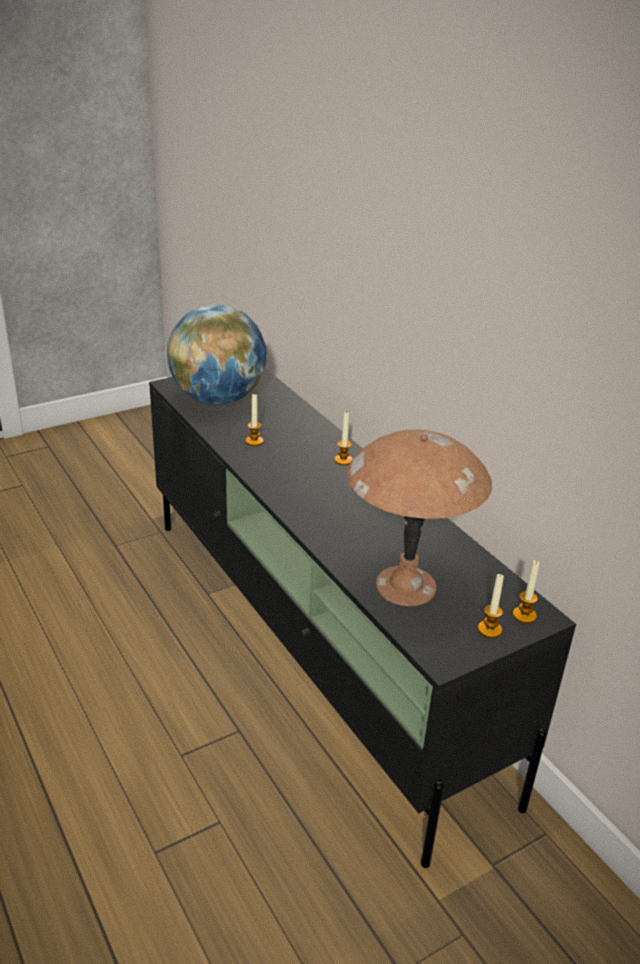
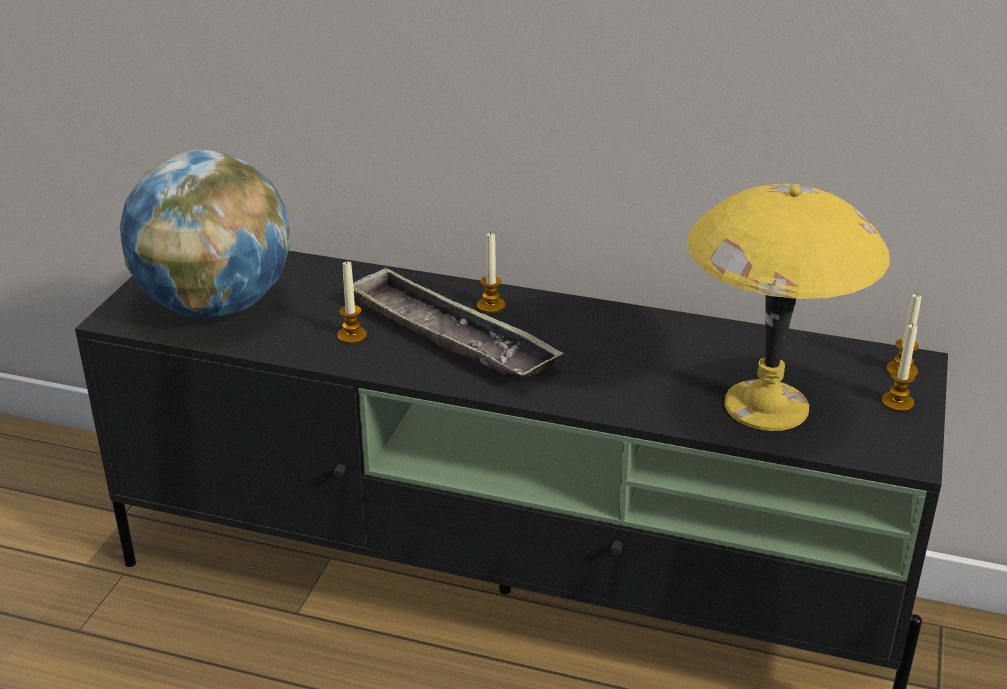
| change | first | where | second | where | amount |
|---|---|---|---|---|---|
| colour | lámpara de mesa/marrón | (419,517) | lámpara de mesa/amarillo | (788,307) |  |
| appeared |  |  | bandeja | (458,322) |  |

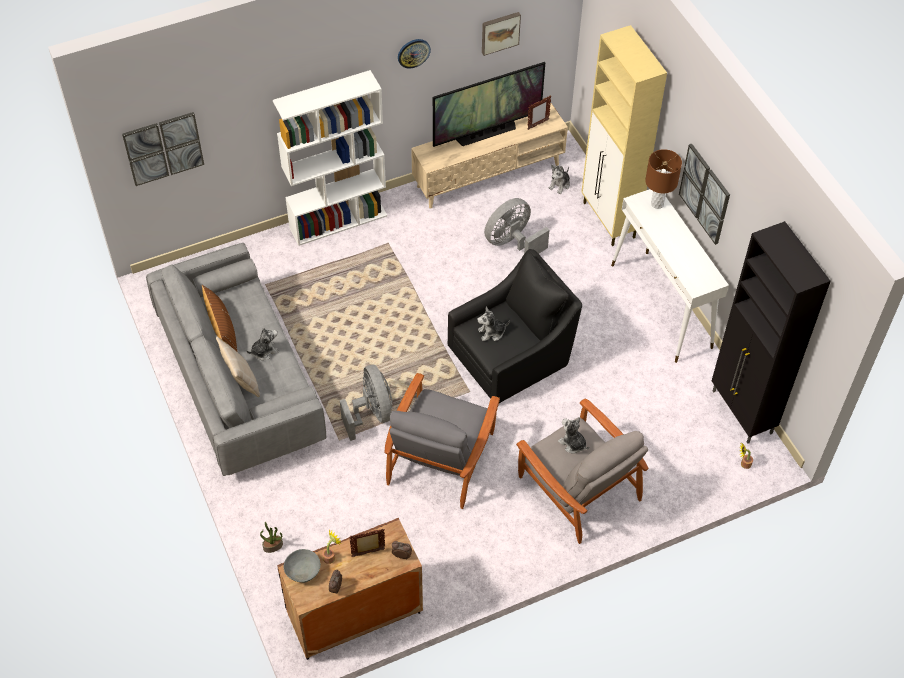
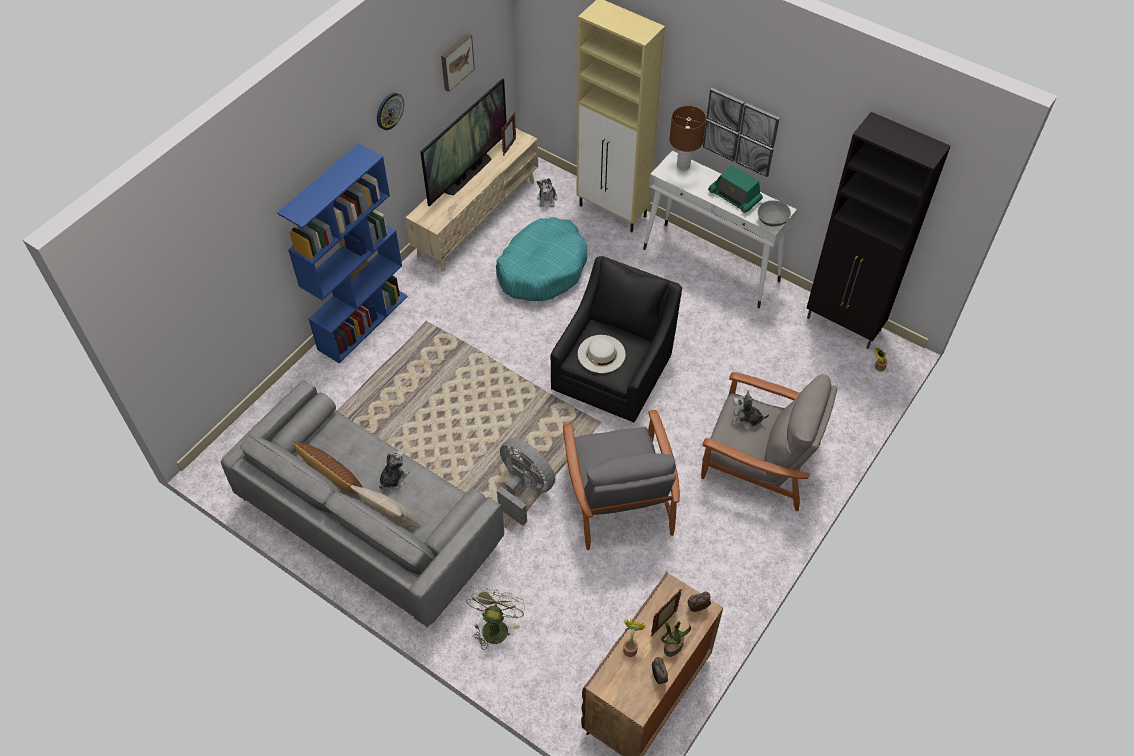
| change | first | where | second | where | amount |
|---|---|---|---|---|---|
| missing | cuadro | (163,149) |  |  |  |
| relocated | planta en maceta | (271,537) |  | (676,639) |  |
| colour | estantería/blanco | (330,158) | estantería/azul | (342,253) |  |
| relocated | cuenco/gris | (302,566) |  | (774,213) |  |
| exchanged | peluche | (493,324) | sombrero/blanco | (601,354) |  |
| exchanged | ventilador/gris | (517,226) | cama para perro/turquesa | (541,259) |  |
| appeared |  |  | ventilador/verde | (495,618) |  |
| appeared |  |  | radio | (735,189) |  |

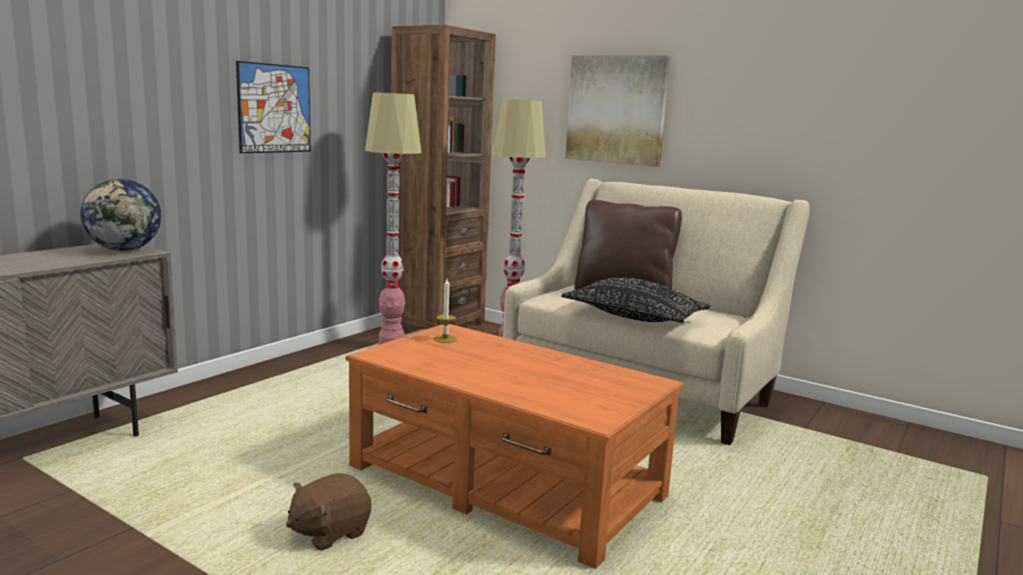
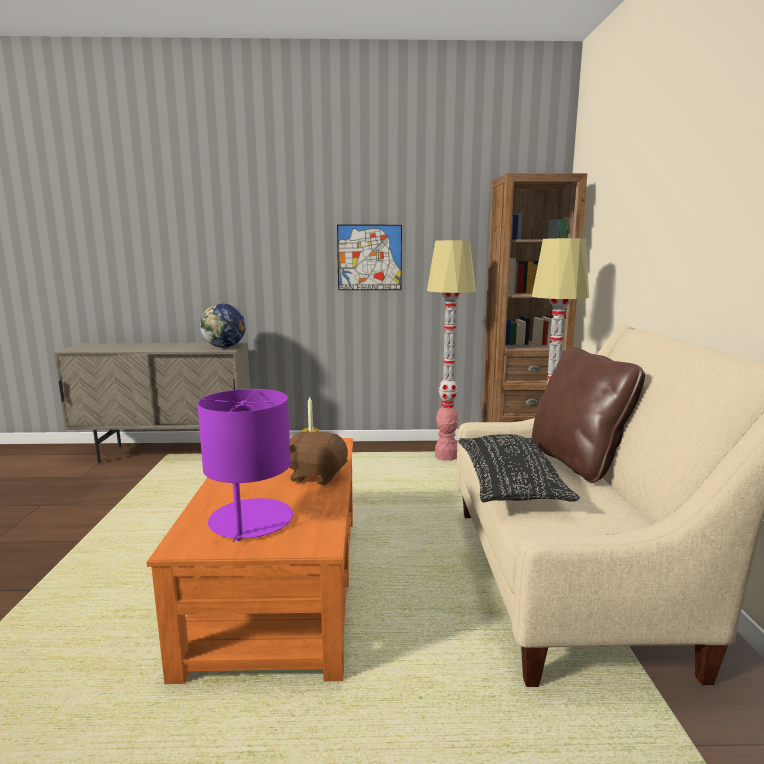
| change | first | where | second | where | amount |
|---|---|---|---|---|---|
| relocated | peluche/marrón | (328,512) |  | (318,457) |  |
| missing | cuadro | (617,111) |  |  |  |
| appeared |  |  | lámpara de mesa/morado | (245,465) |  |

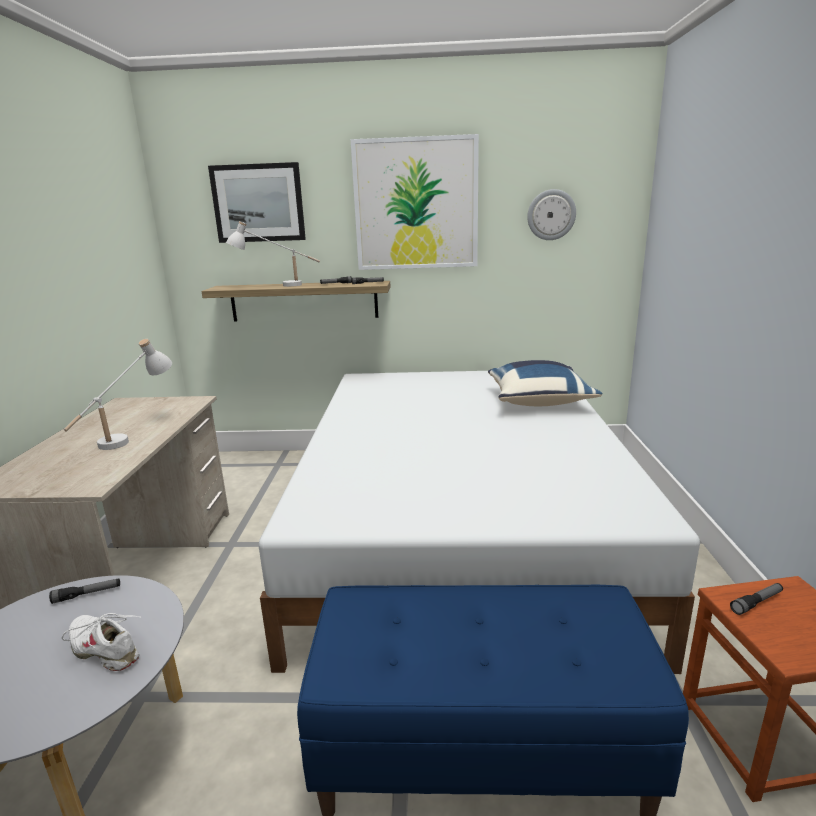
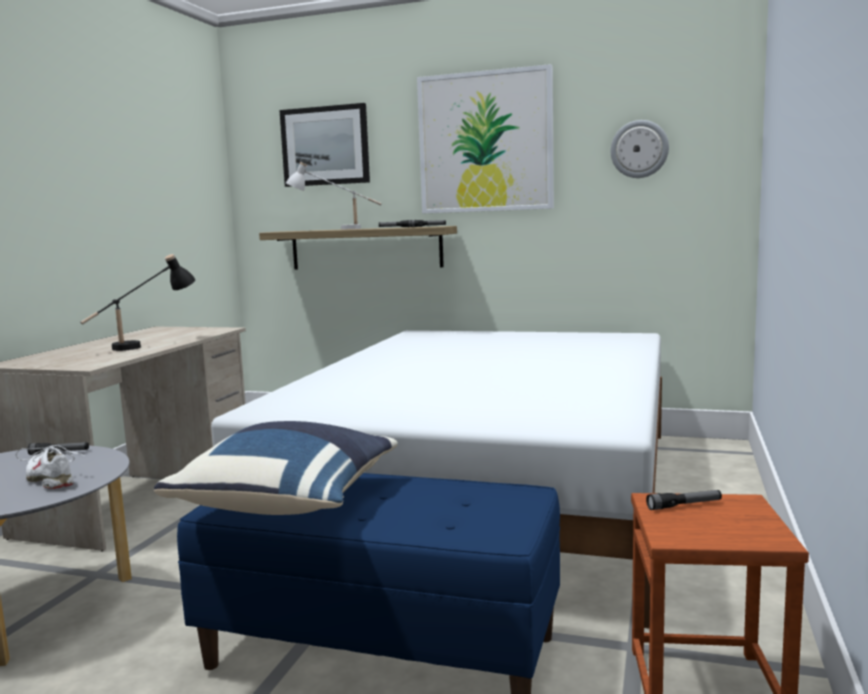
| change | first | where | second | where | amount |
|---|---|---|---|---|---|
| colour | lámpara de mesa/blanco | (118,394) | lámpara de mesa/negro | (137,302) |  |
| relocated | cojín/azul | (545,383) |  | (276,468) |  |

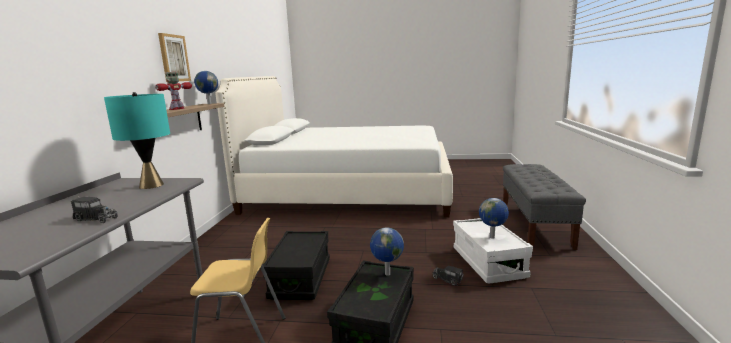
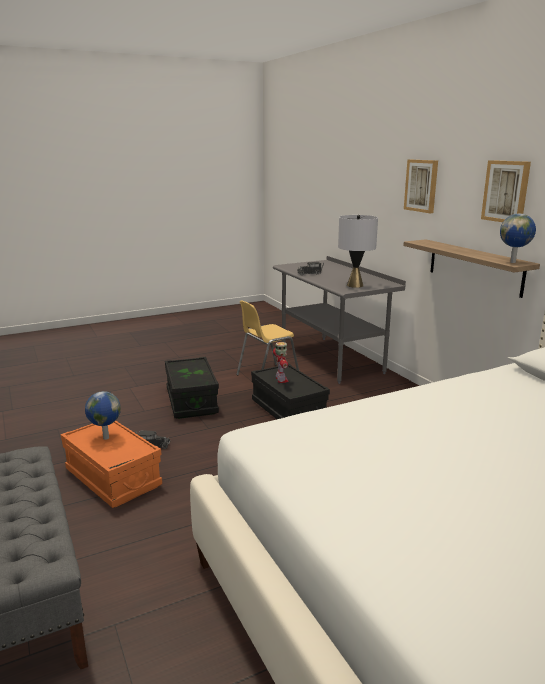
| change | first | where | second | where | amount |
|---|---|---|---|---|---|
| colour | lámpara de mesa/turquesa | (137,140) | lámpara de mesa/gris | (358,251) |  |
| relocated | robot de juguete | (173,91) |  | (281,362) |  |
| missing | globo terráqueo | (387,251) |  |  |  |
| colour | caja de almacenaje/blanco | (493,251) | caja de almacenaje/naranja | (111,464) |  |
| appeared |  |  | cuadro | (421,186) |  |

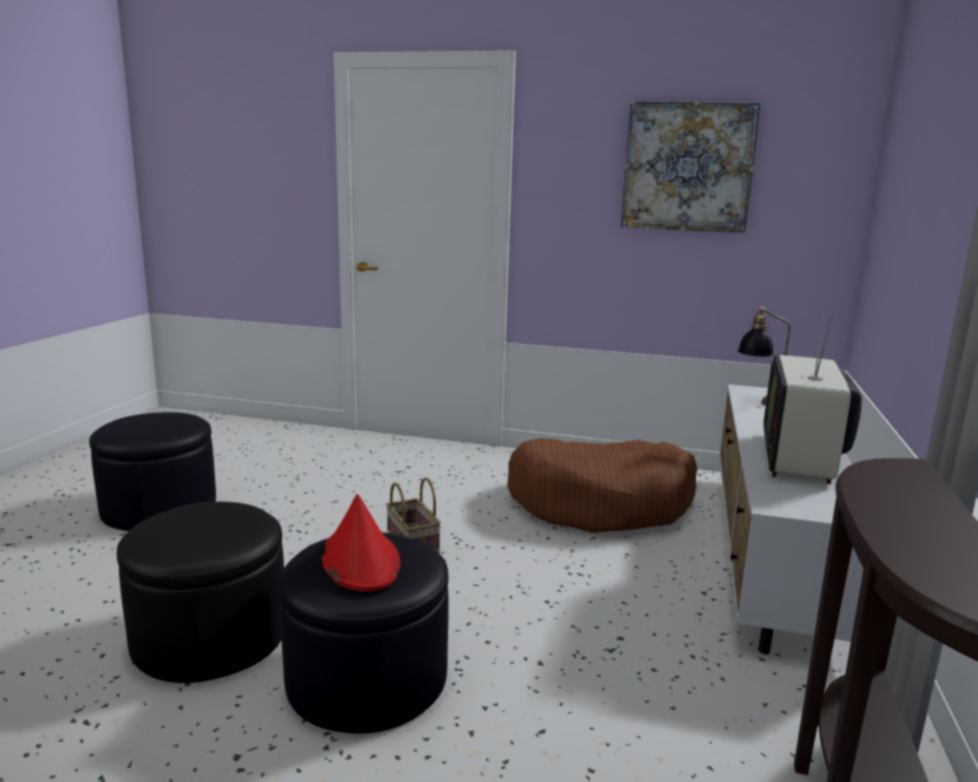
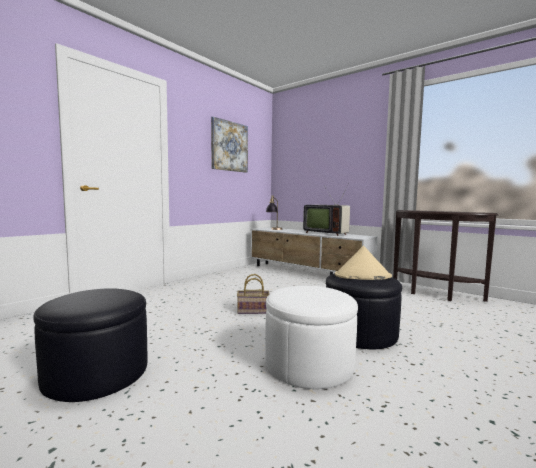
| change | first | where | second | where | amount |
|---|---|---|---|---|---|
| colour | puf/negro | (200,592) | puf/blanco | (311,337) |  |
| colour | sombrero/rojo | (361,543) | sombrero/beis | (363,263) |  |
| missing | cama para perro/marrón | (602,485) |  |  |  |

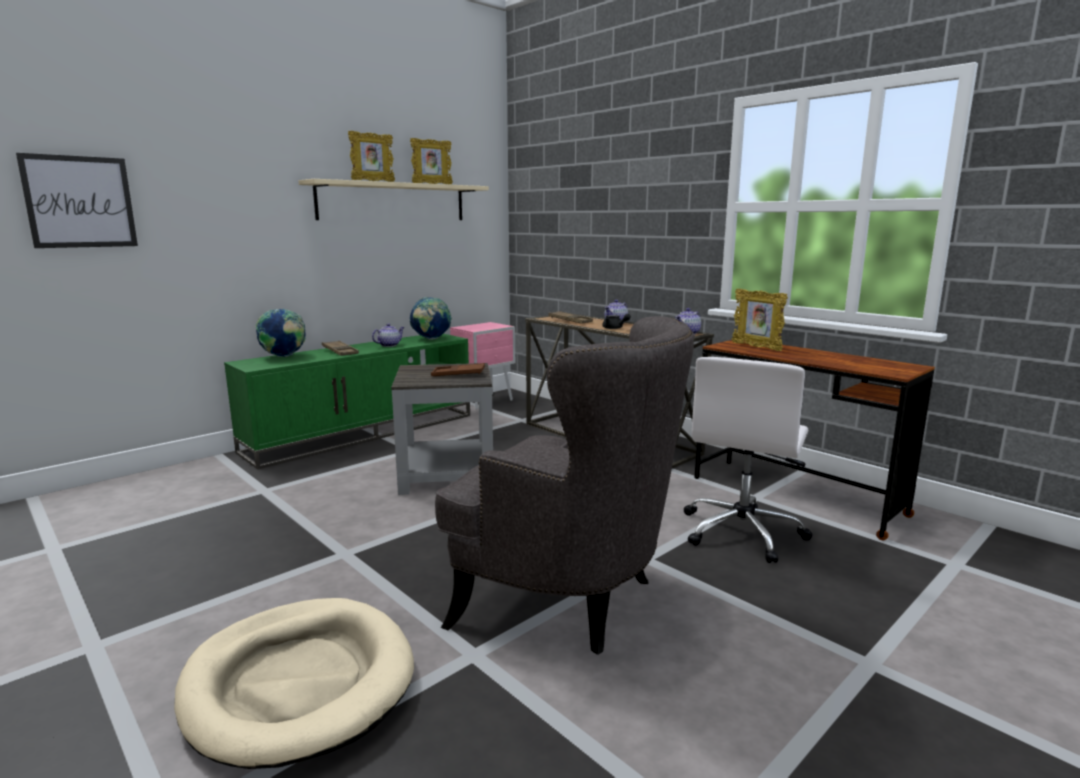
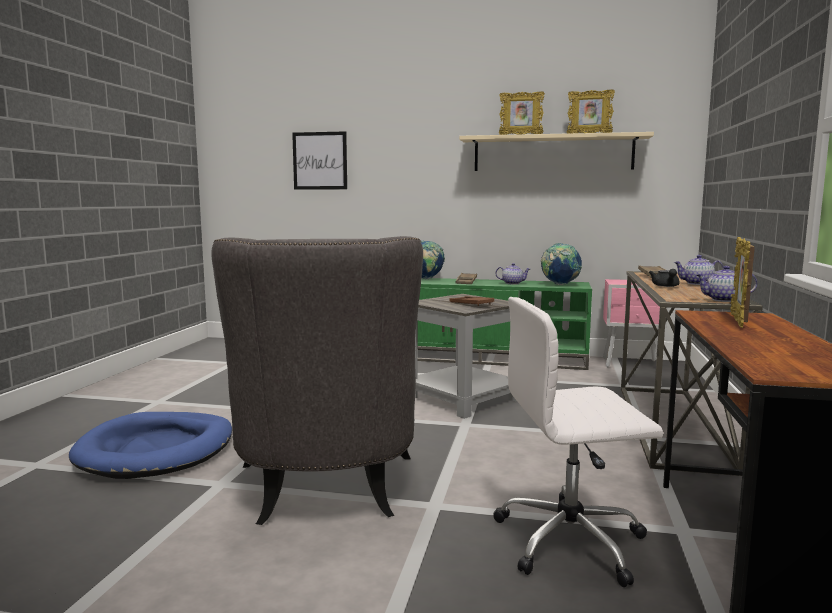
| change | first | where | second | where | amount |
|---|---|---|---|---|---|
| colour | cama para perro/beis | (294,683) | cama para perro/azul | (150,445) |  |

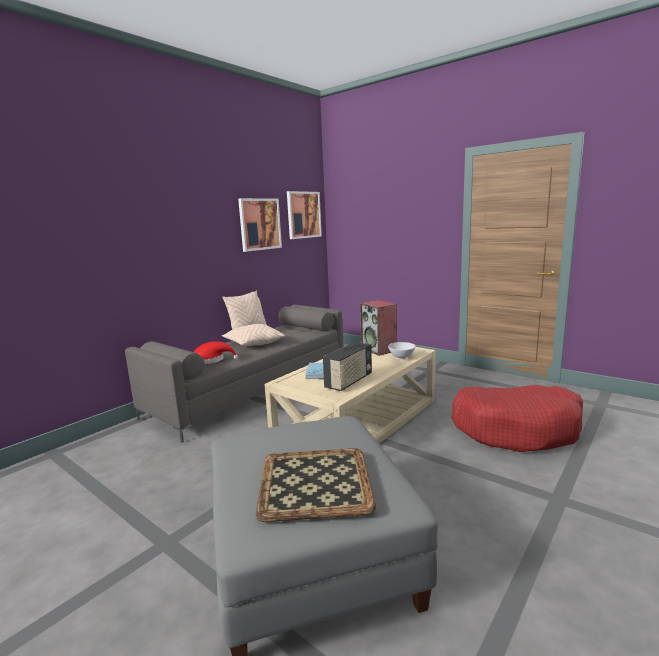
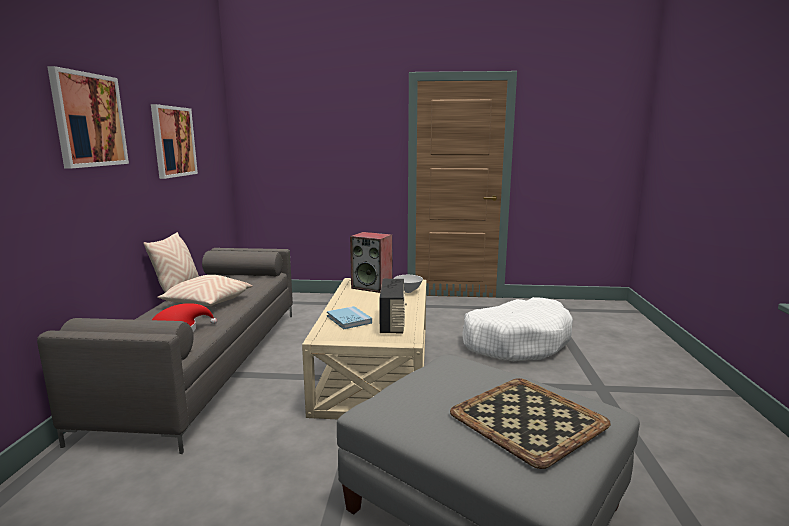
| change | first | where | second | where | amount |
|---|---|---|---|---|---|
| relocated | cuadro | (304,215) |  | (88,117) |  |
| colour | cama para perro/rojo | (517,418) | cama para perro/blanco | (517,329) |  |

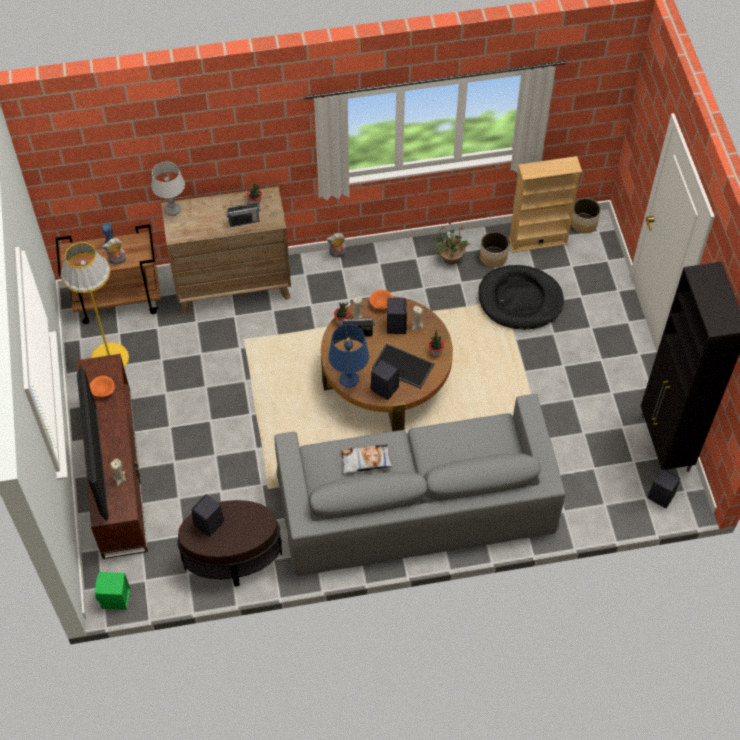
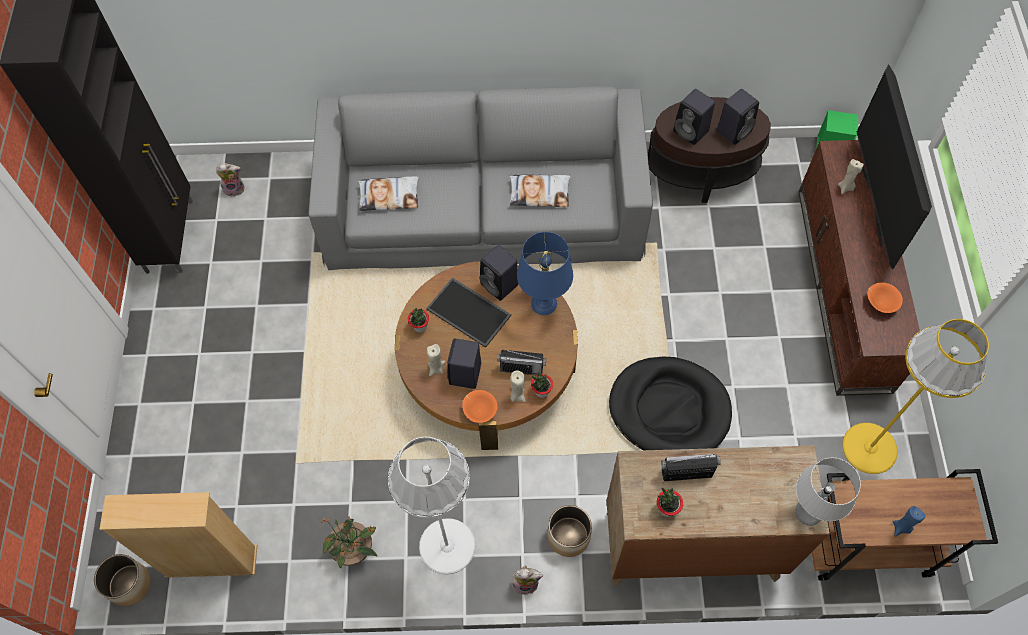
| change | first | where | second | where | amount |
|---|---|---|---|---|---|
| relocated | peluche | (114,251) |  | (230,180) |  |
| relocated | cama para perro/negro | (521,297) |  | (670,403) |  |
| relocated | maceta | (494,250) |  | (569,531) |  |
| relocated | altavoz/negro | (663,488) |  | (694,117) |  |
| appeared |  |  | cojín | (388,193) |  |
| appeared |  |  | lámpara de pie/blanco | (431,505) |  |

